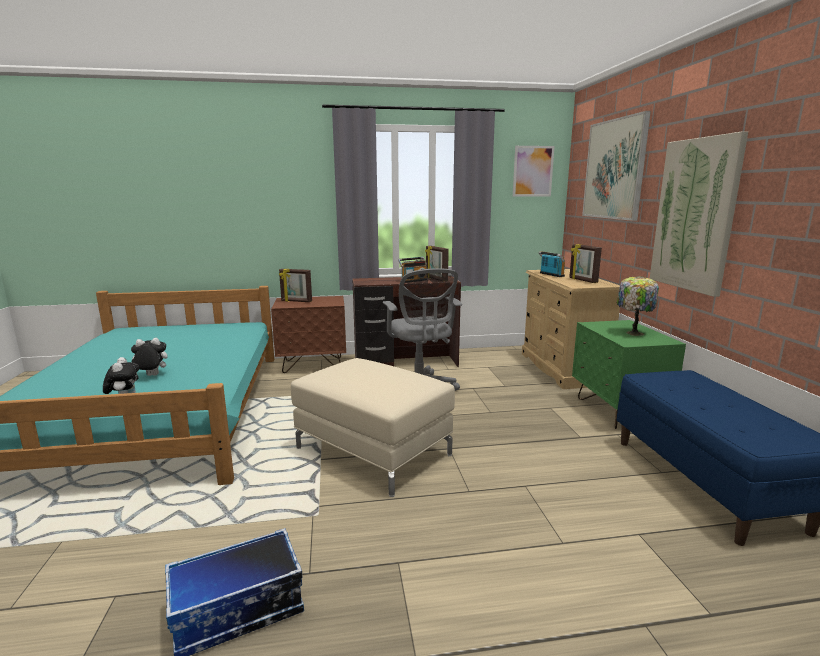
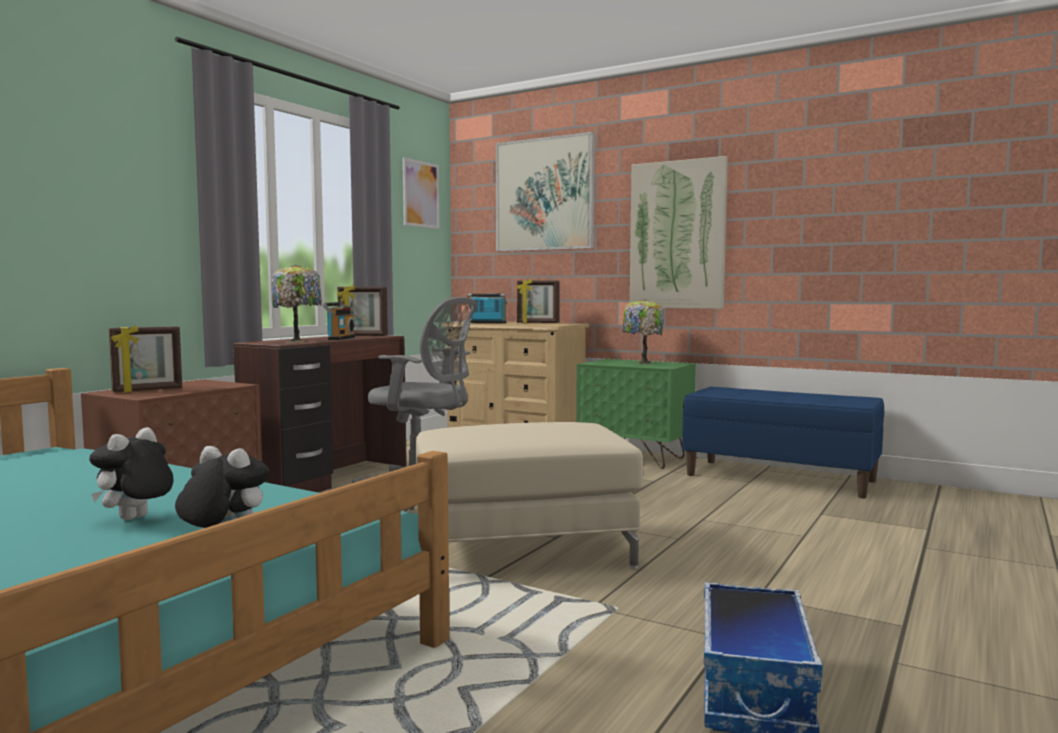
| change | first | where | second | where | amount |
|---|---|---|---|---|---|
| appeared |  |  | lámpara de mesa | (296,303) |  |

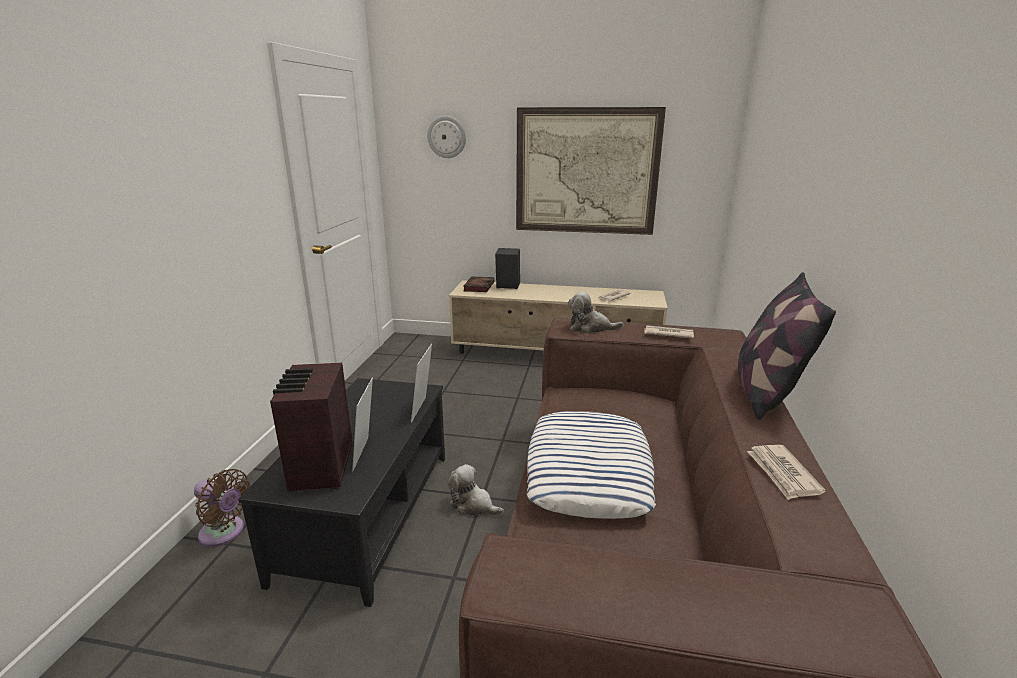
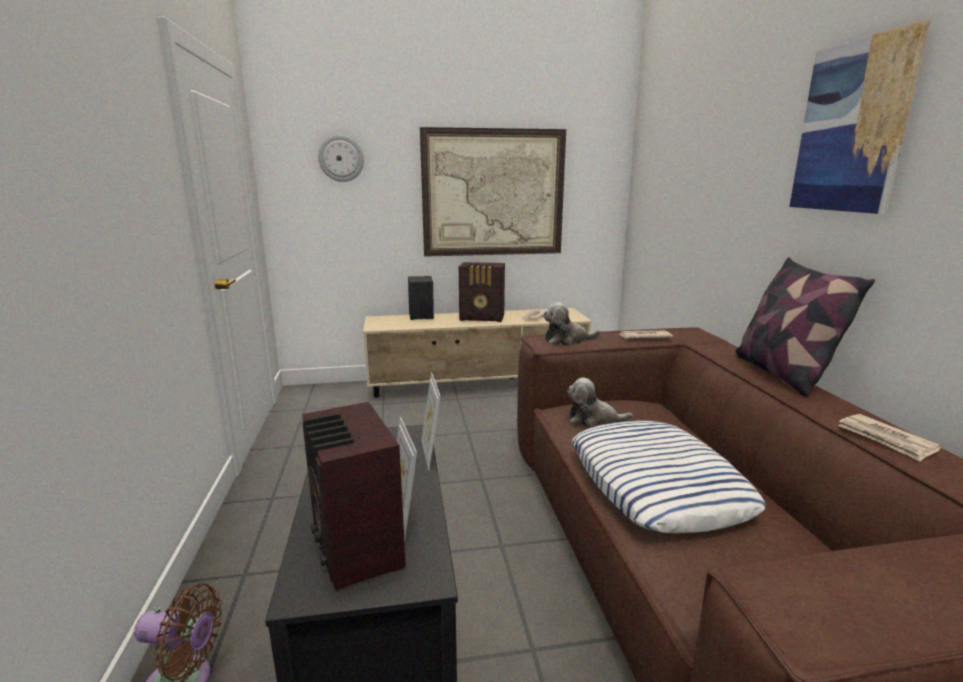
| change | first | where | second | where | amount |
|---|---|---|---|---|---|
| relocated | peluche | (476,490) |  | (600,403) |  |
| missing | libro | (479,284) |  |  |  |
| appeared |  |  | radio | (482,292) |  |
| appeared |  |  | cuadro | (859,117) |  |

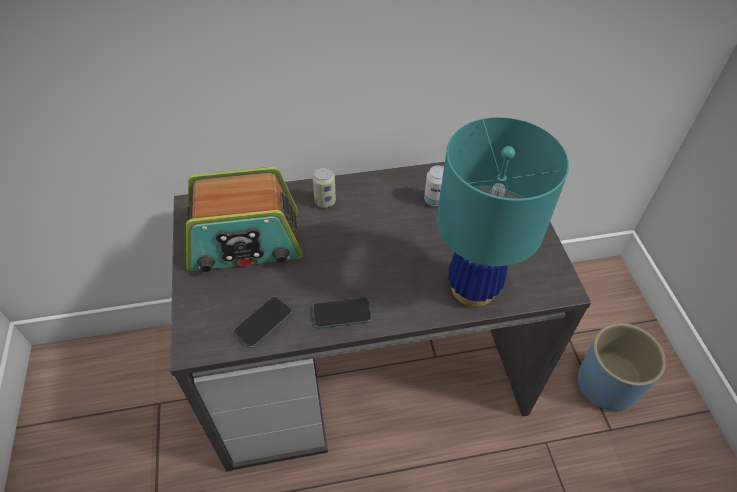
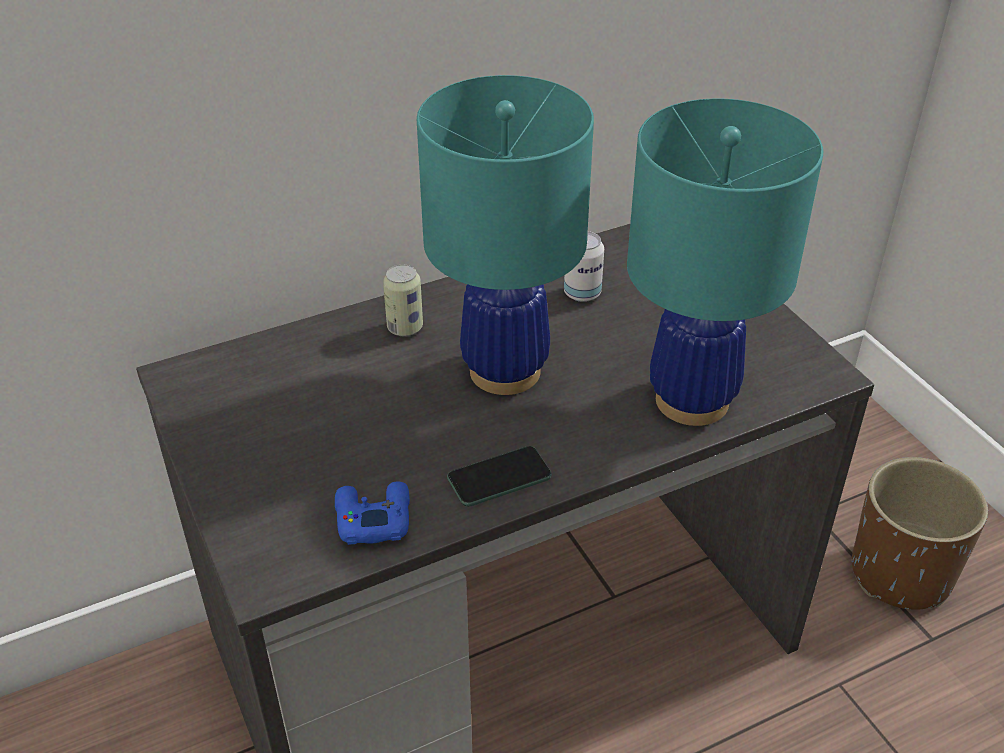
| change | first | where | second | where | amount |
|---|---|---|---|---|---|
| missing | radio | (244,219) |  |  |  |
| exchanged | móvil | (263,322) | mando de consola/azul | (372,513) |  |
| colour | maceta/azul | (622,367) | maceta/marrón | (920,533) |  |
| appeared |  |  | lámpara de mesa/turquesa | (505,235) |  |

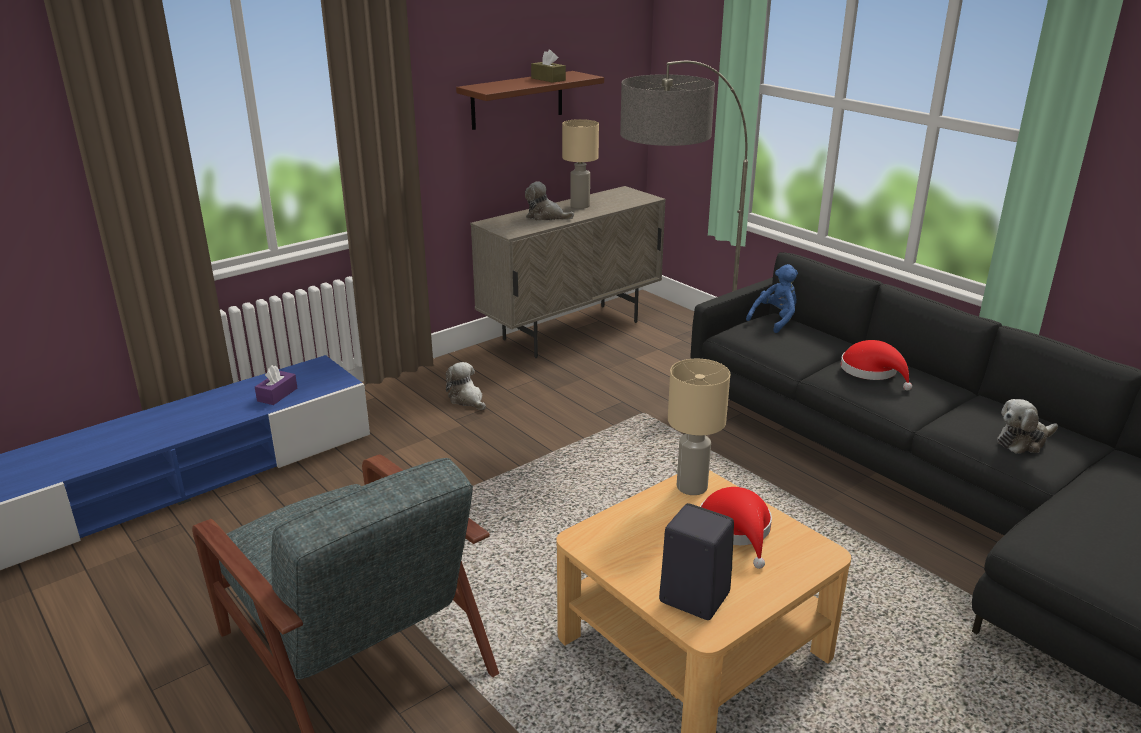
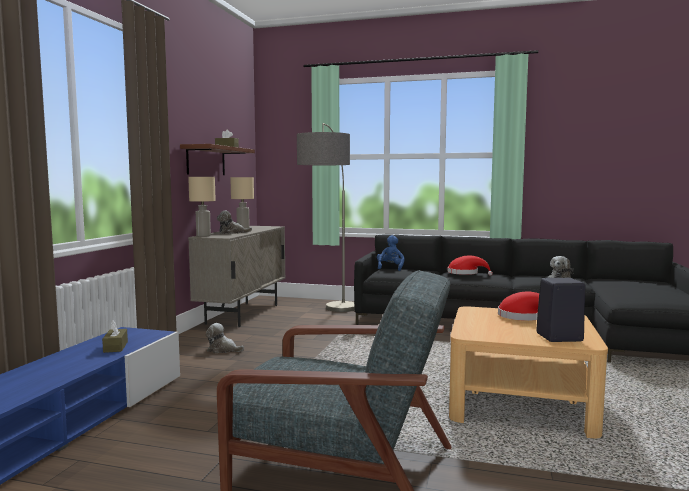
| change | first | where | second | where | amount |
|---|---|---|---|---|---|
| colour | caja de pañuelos/morado | (276,385) | caja de pañuelos/marrón | (115,336) |  |
| relocated | lámpara de mesa/beis | (699,427) |  | (202,207) |  |

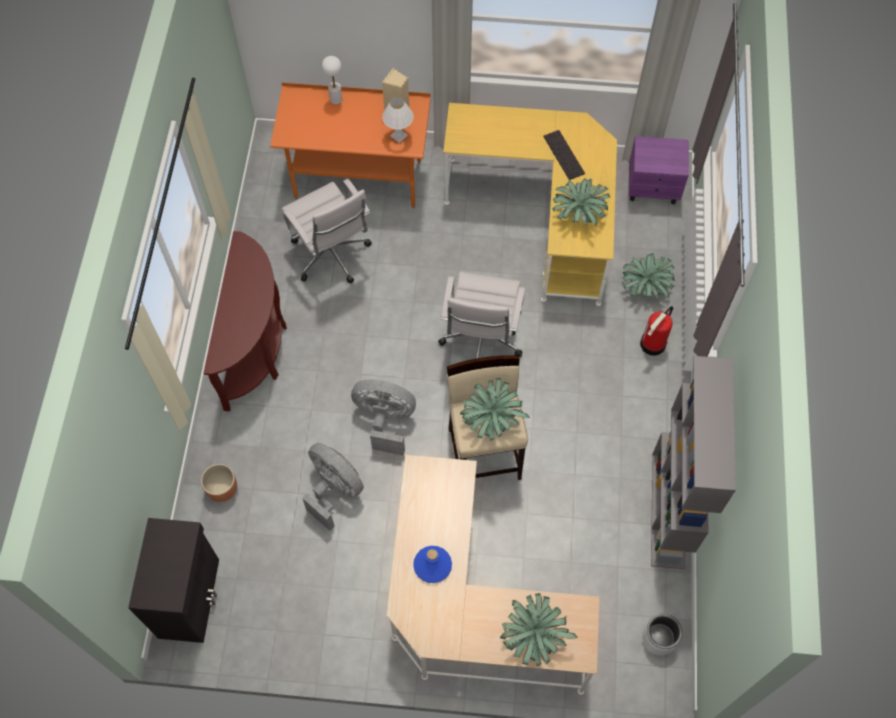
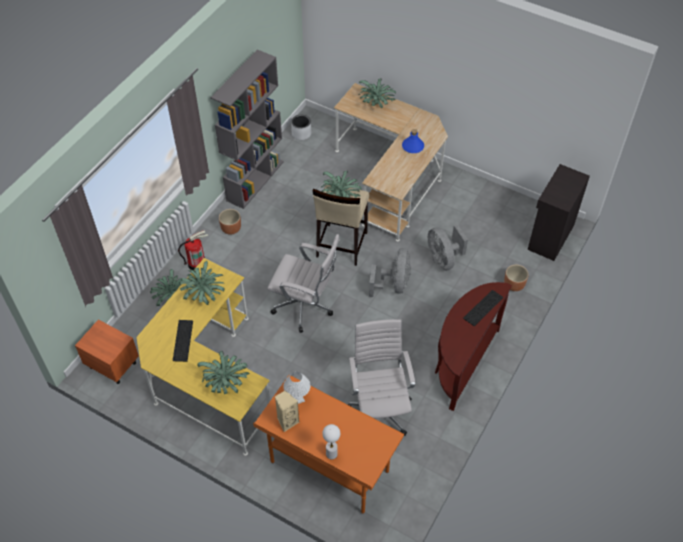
| change | first | where | second | where | amount |
|---|---|---|---|---|---|
| spun | ventilador/gris | (383,417) |  | (390,272) | 120 degrees counterclockwise |
| spun | silla de oficina/blanco | (481,315) |  | (303,283) | 75 degrees clockwise |
| colour | mesita de noche/morado | (658,170) | mesita de noche/naranja | (107,351) |  |
| appeared |  |  | planta en maceta | (223,372) |  |
| appeared |  |  | maceta/marrón | (230,222) |  |
| appeared |  |  | teclado | (483,308) |  |

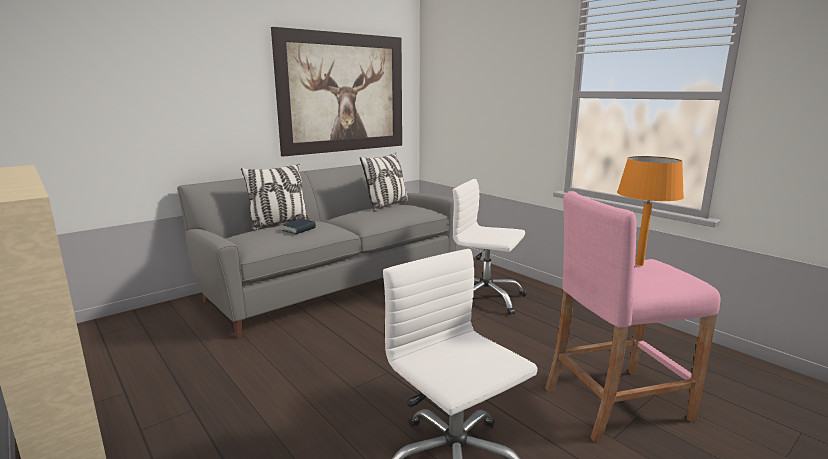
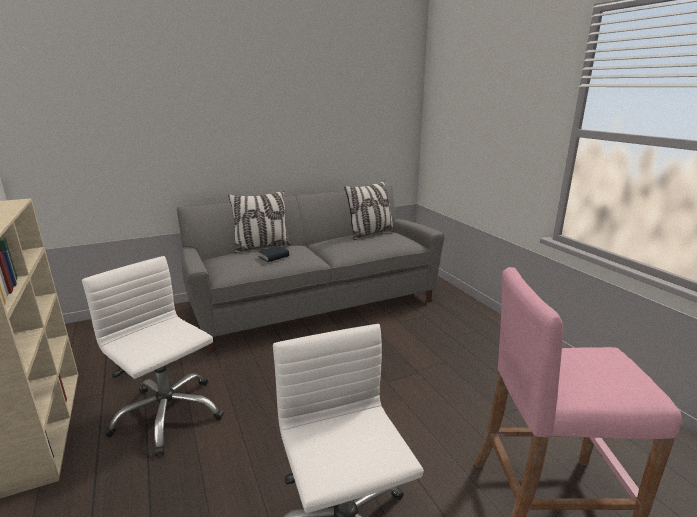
| change | first | where | second | where | amount |
|---|---|---|---|---|---|
| missing | cuadro | (336,91) |  |  |  |
| relocated | silla de oficina/blanco | (490,247) |  | (153,356) |  |
| missing | lámpara de mesa/naranja | (650,211) |  |  |  |

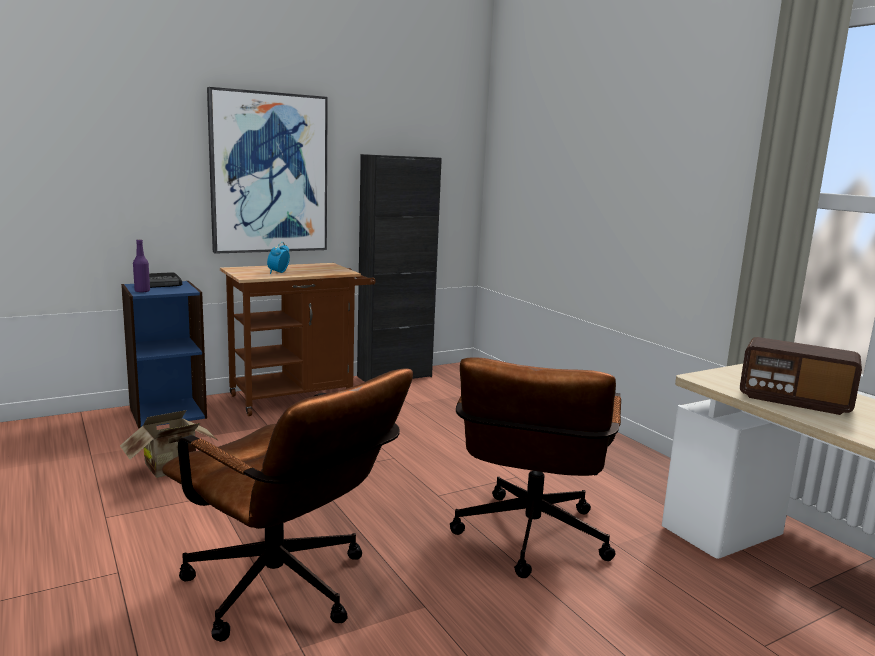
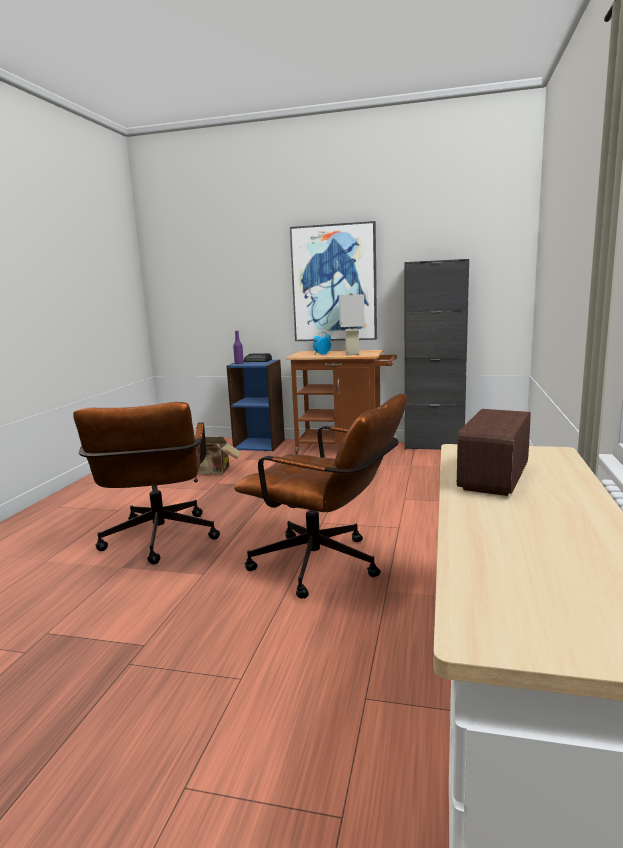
| change | first | where | second | where | amount |
|---|---|---|---|---|---|
| spun | silla de oficina/marrón | (535,467) |  | (320,496) | 120 degrees counterclockwise |
| spun | radio | (801,376) |  | (494,452) | 45 degrees clockwise |
| appeared |  |  | lámpara de mesa/blanco | (352,324) |  |

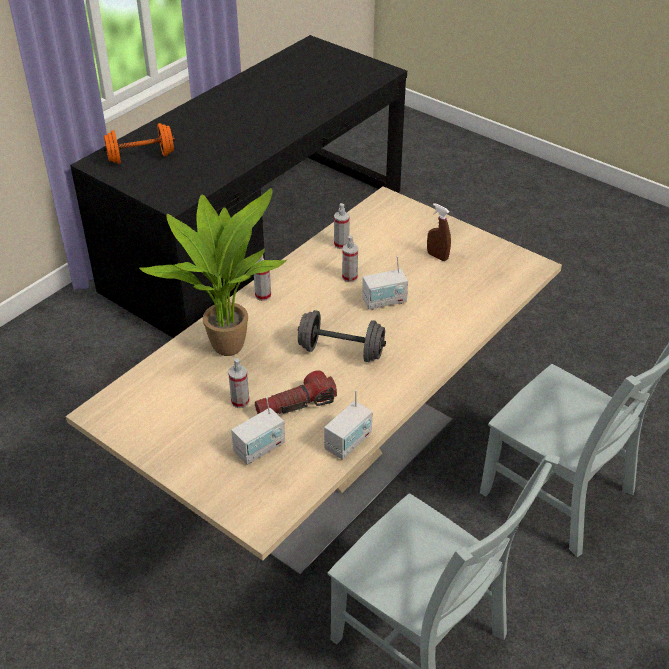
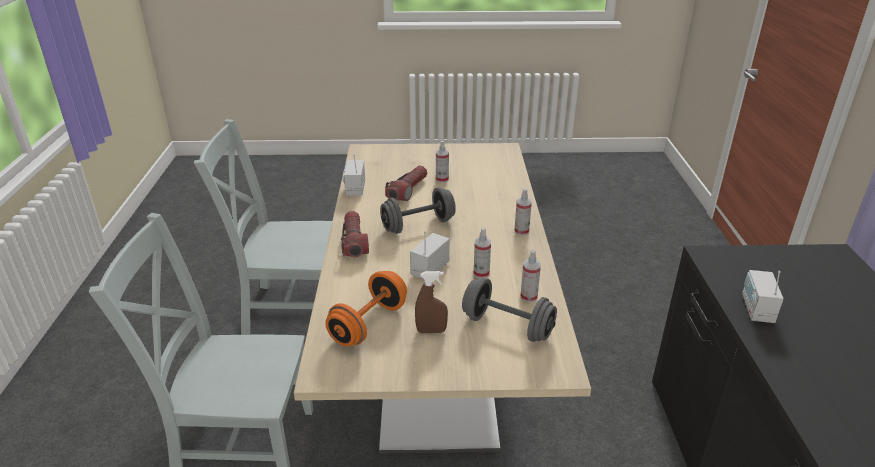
| change | first | where | second | where | amount |
|---|---|---|---|---|---|
| relocated | mancuerna/naranja | (139,143) |  | (366,308) |  |
| missing | planta en maceta | (213,272) |  |  |  |
| relocated | radio | (258,431) |  | (763,296) |  |
| appeared |  |  | linterna | (355,234) |  |
| appeared |  |  | mancuerna/gris | (509,310) |  |

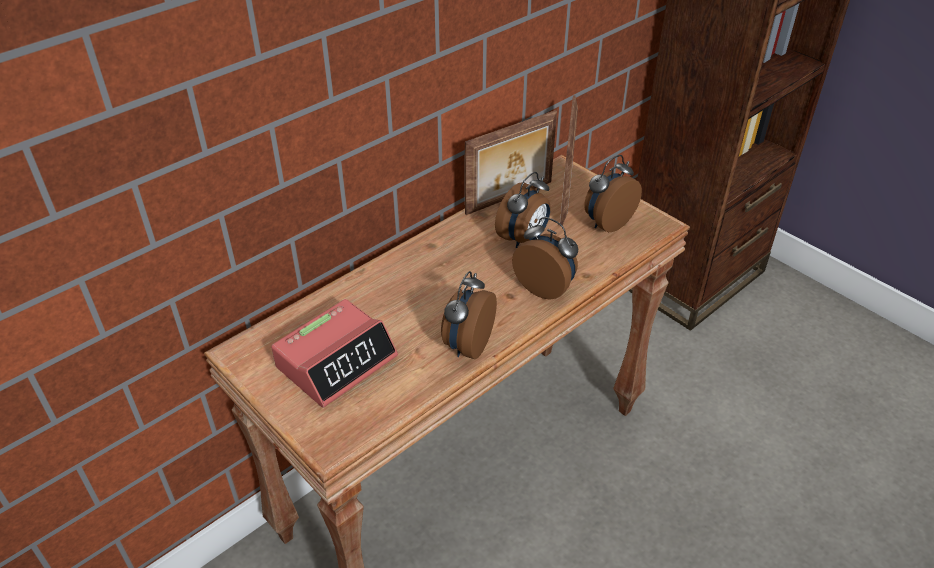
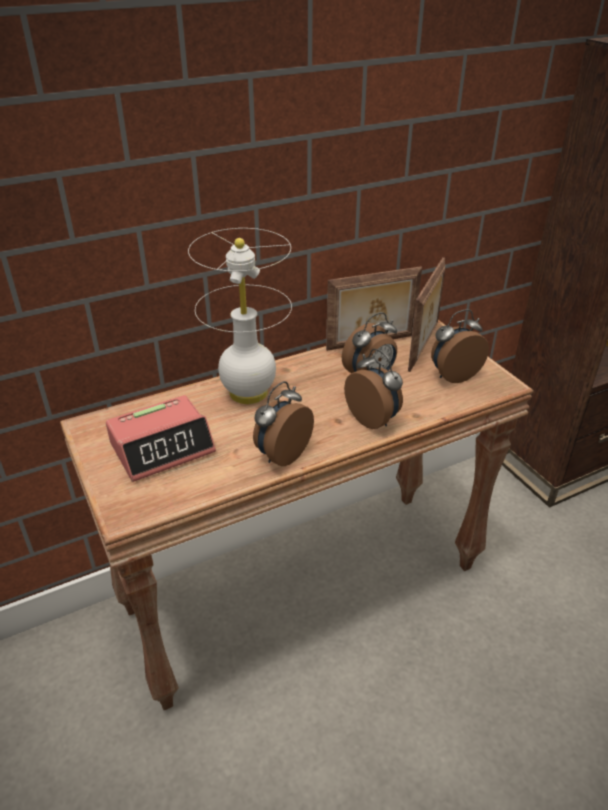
| change | first | where | second | where | amount |
|---|---|---|---|---|---|
| appeared |  |  | lámpara de mesa/blanco | (240,316) |  |

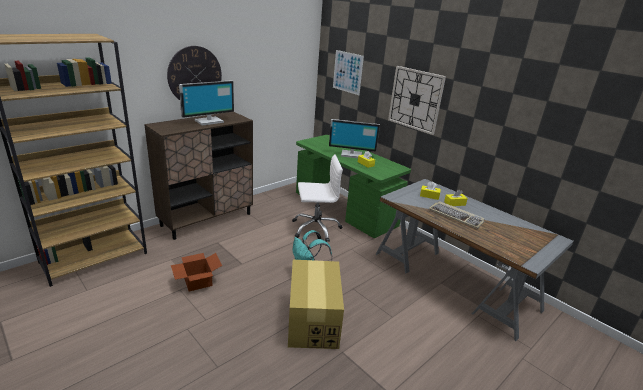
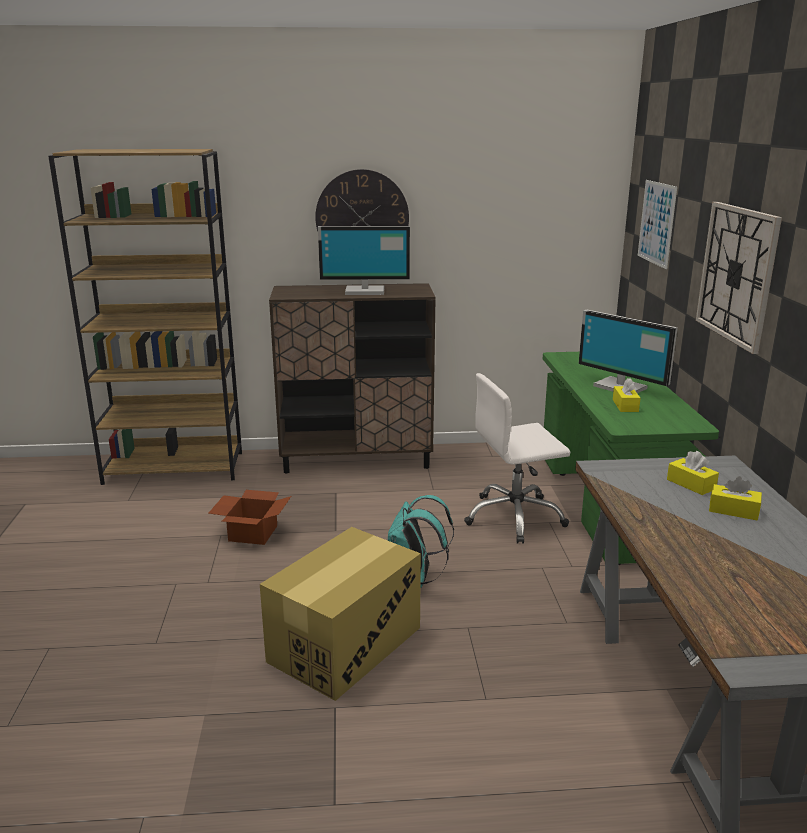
| change | first | where | second | where | amount |
|---|---|---|---|---|---|
| spun | silla de oficina/blanco | (317,198) |  | (517,458) | 135 degrees clockwise |
| missing | teclado | (456,215) |  |  |  |

